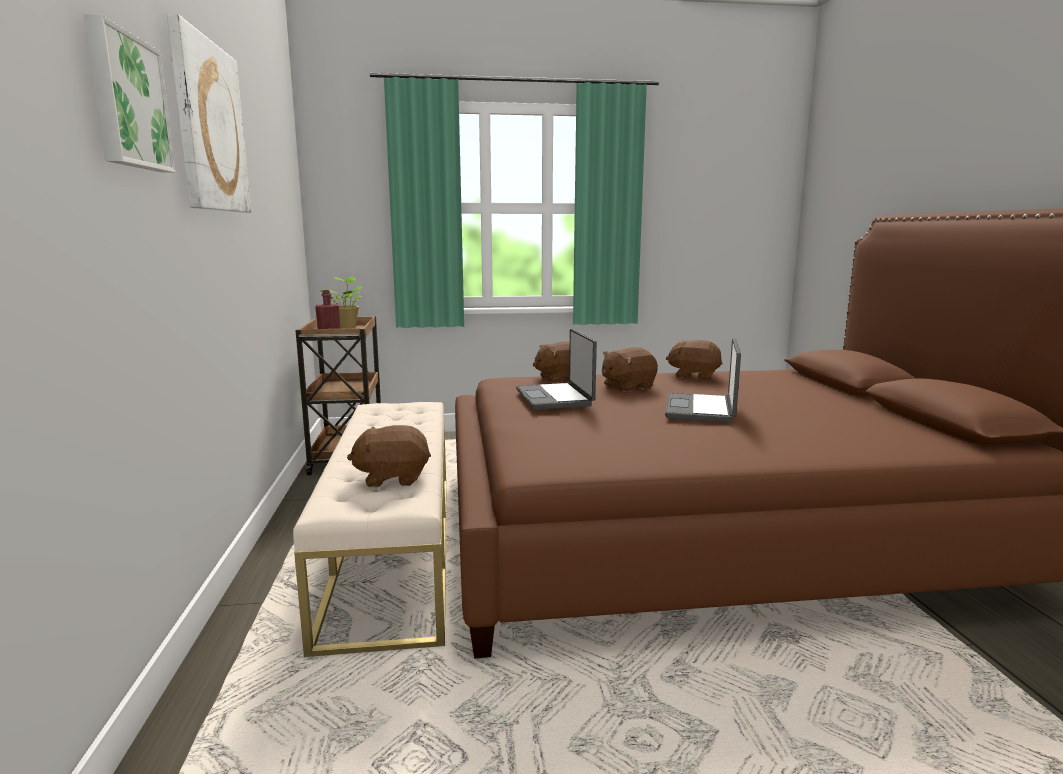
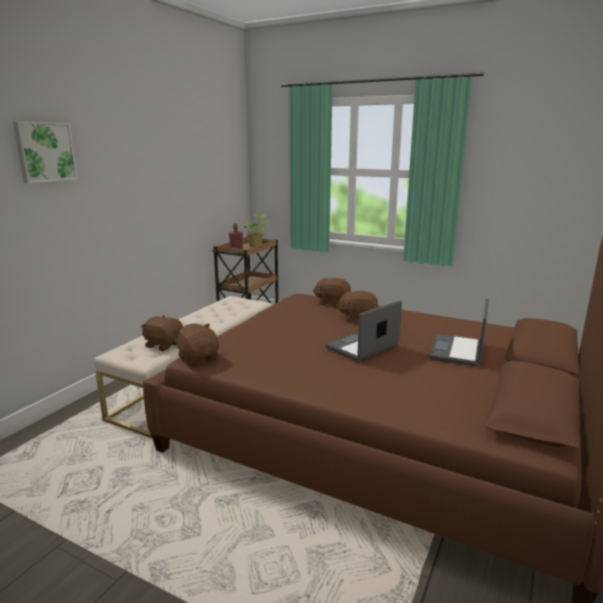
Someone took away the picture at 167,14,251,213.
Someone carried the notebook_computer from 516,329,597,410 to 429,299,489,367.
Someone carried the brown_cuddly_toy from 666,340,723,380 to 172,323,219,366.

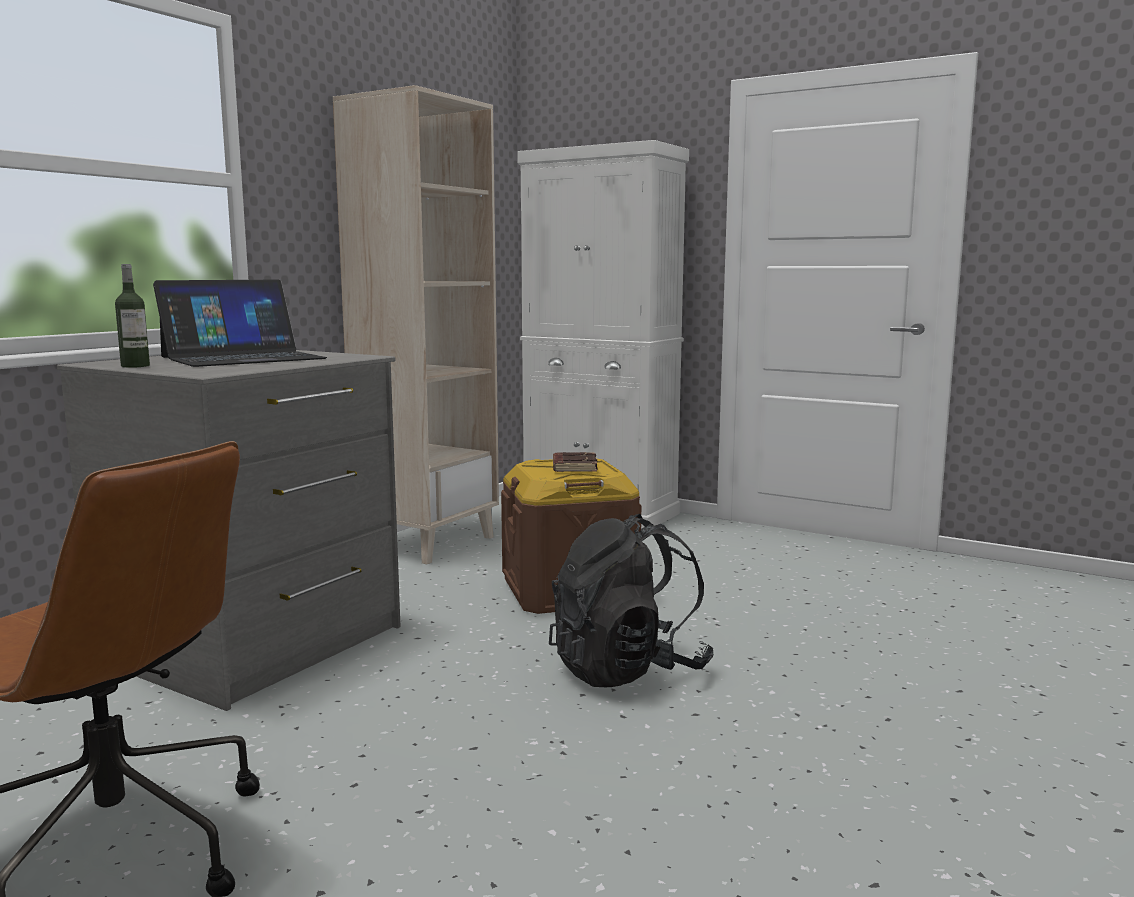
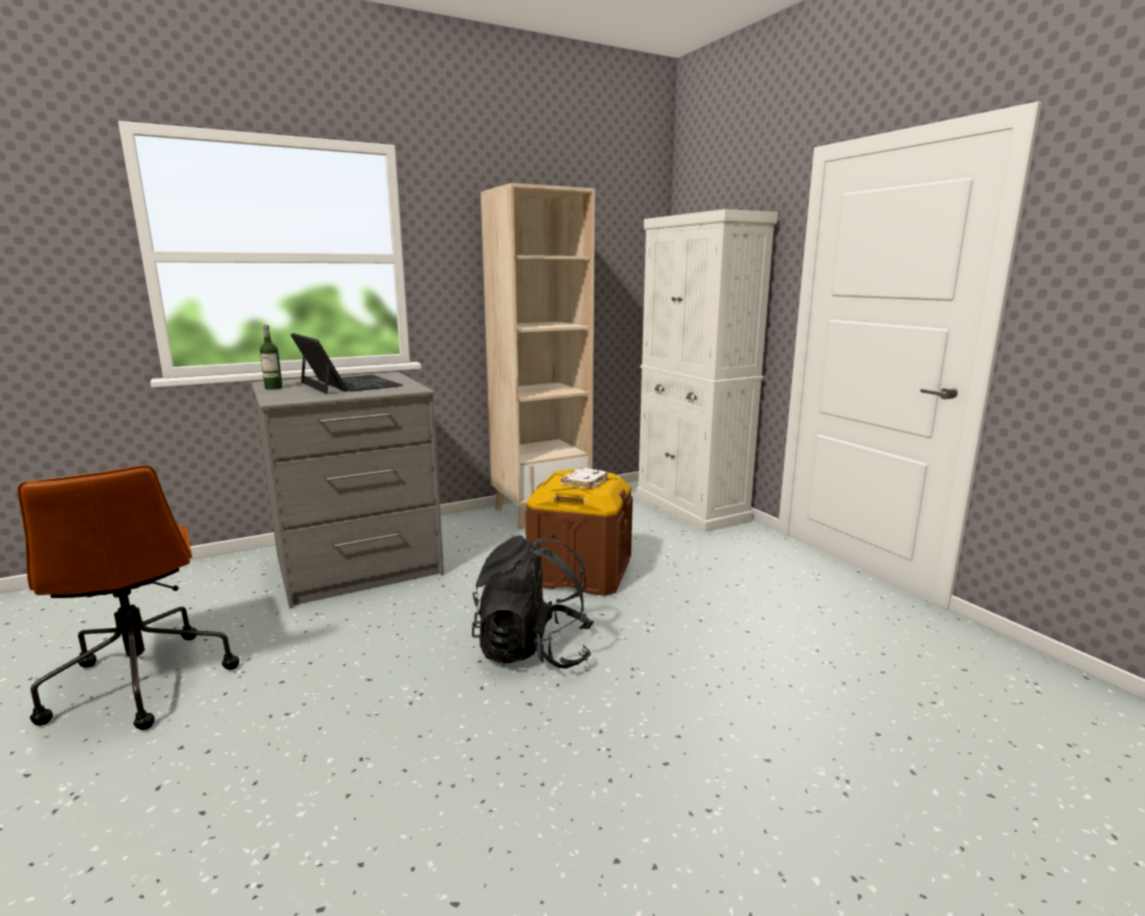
Someone rotated the notebook_computer at 153,280,327,367 by 120 degrees counterclockwise.
Someone repainted the brown_book at 553,452,598,472, which became the whitish_book at 561,468,608,489.

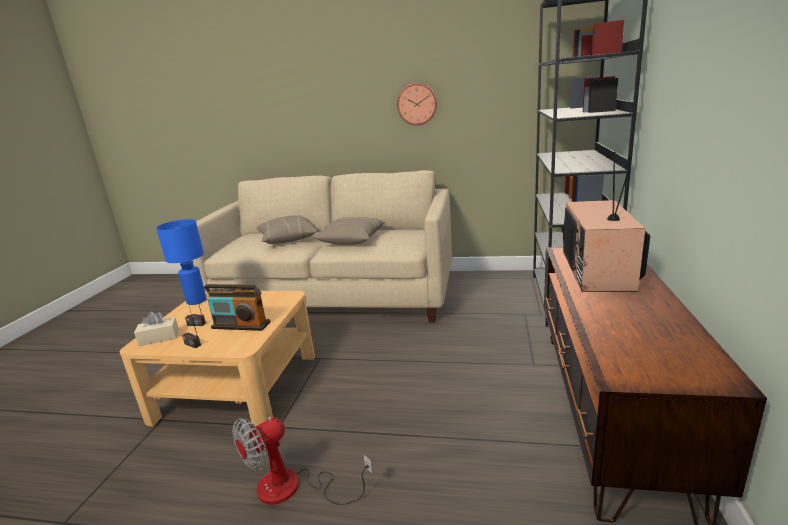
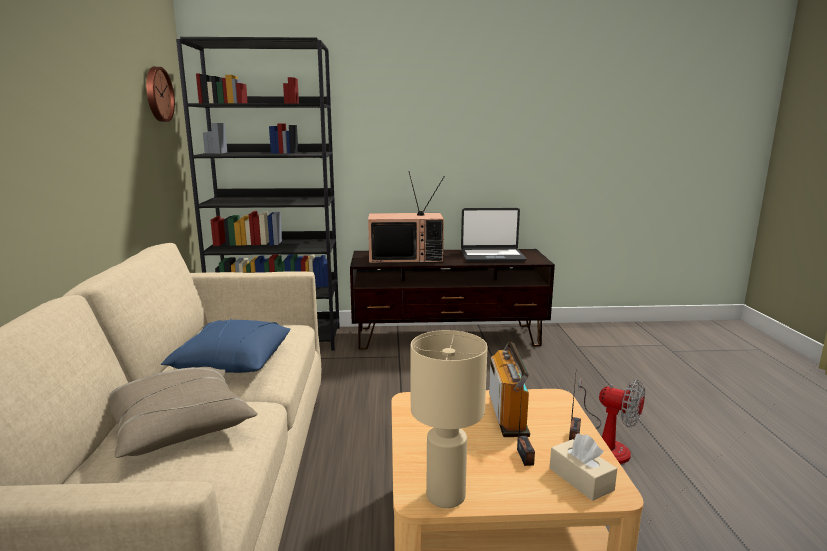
Someone repainted the blue-coloured_tabletop_lamp at 156,219,207,305, which became the beige_tabletop_lamp at 411,330,487,508.
Someone repainted the beige_cushion at 314,217,385,245, which became the blue-coloured_cushion at 161,319,291,373.
Someone carried the clock_on_the_wall from 397,83,437,125 to 146,67,175,122.
Someone put down the notebook_computer at 461,208,527,262.

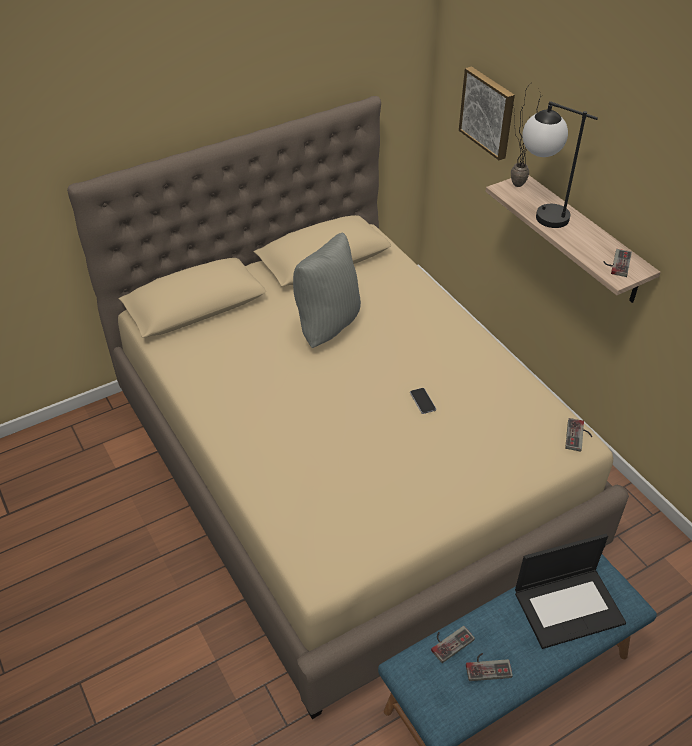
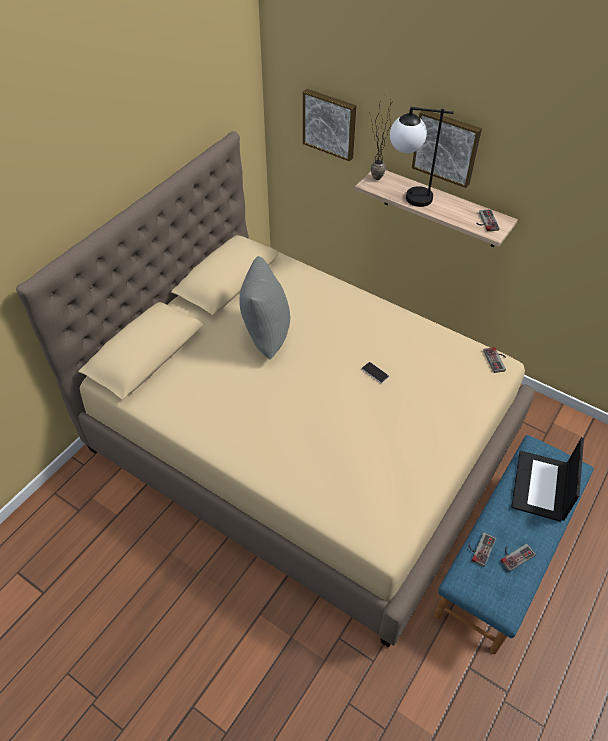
Someone rotated the notebook_computer at 515,534,626,649 by 150 degrees clockwise.
Someone put up the picture at 412,111,482,188.

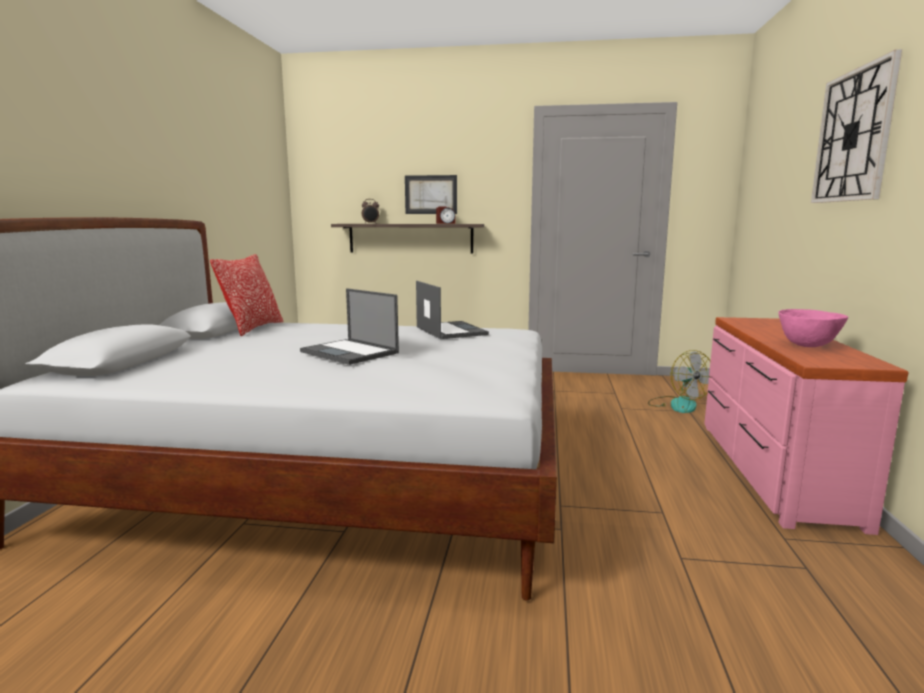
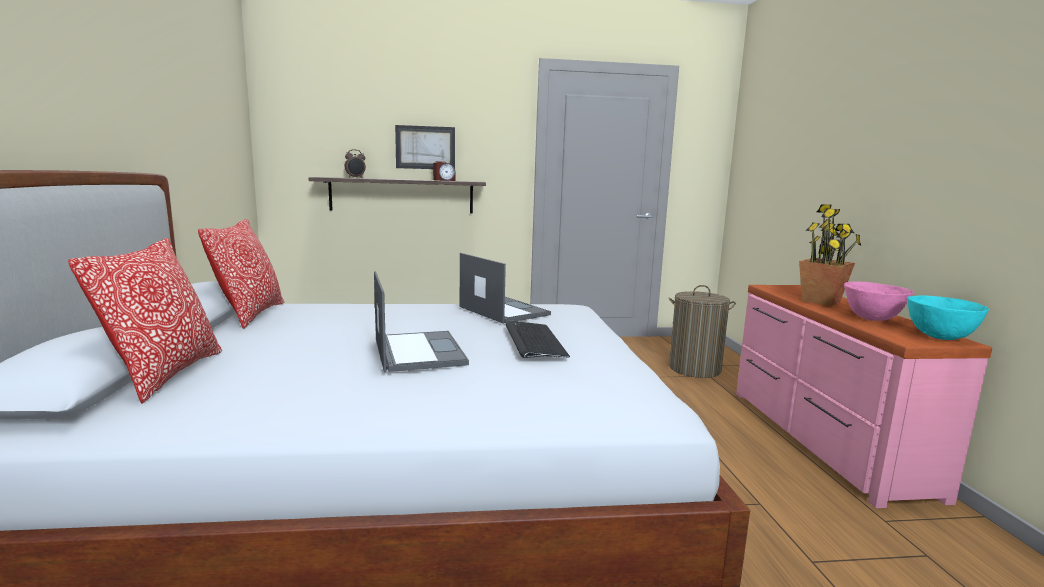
Someone rotated the notebook_computer at 300,288,399,365 by 135 degrees counterclockwise.
Someone swapped the cooling_fan at 648,350,711,413 for the washing_basket at 668,285,736,378.
Someone took away the clock_on_the_wall at 811,49,902,203.
Someone put down the cushion at 68,238,222,404.
Someone put down the PC_keyboard at 506,321,570,358.
Someone put down the plant_in_a_pot at 799,204,861,306.
Someone put down the blue-green_bowl at 907,295,989,340.

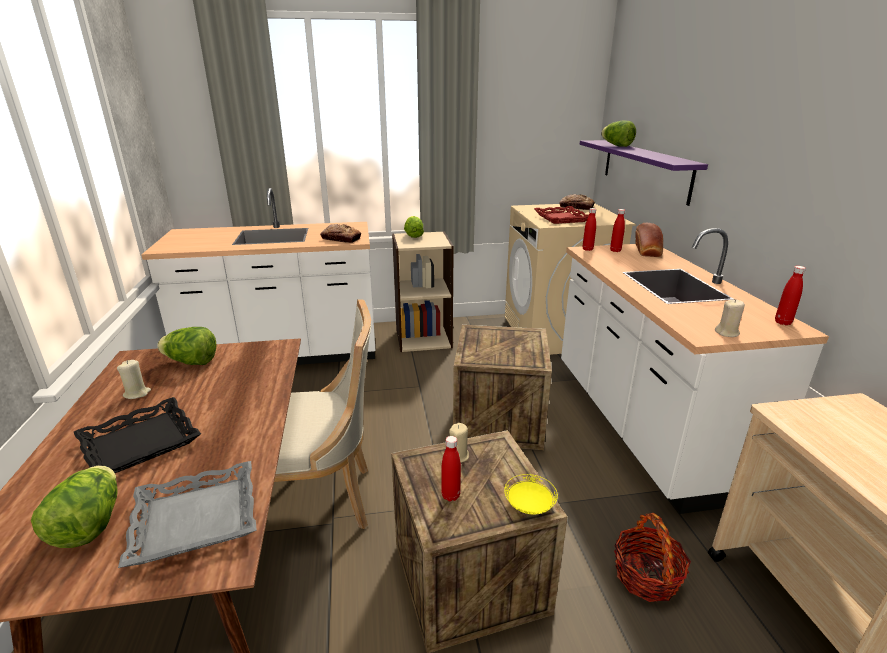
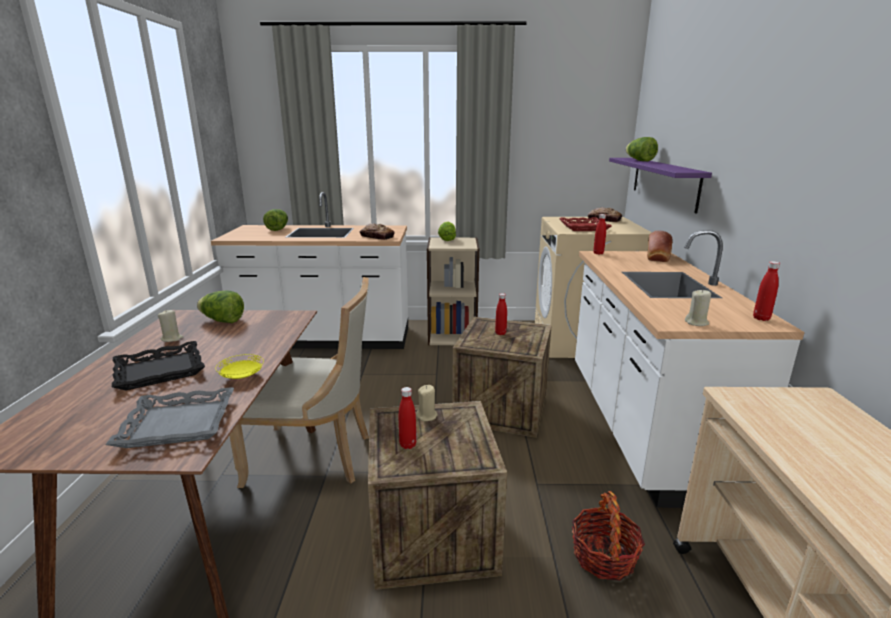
Someone carried the head_of_lettuce from 31,465,117,548 to 263,209,288,231.
Someone carried the yellow-coloured_plate from 504,474,558,515 to 215,354,264,379.
Someone carried the red-coloured_beverage_bottle from 610,209,625,252 to 495,293,507,335.

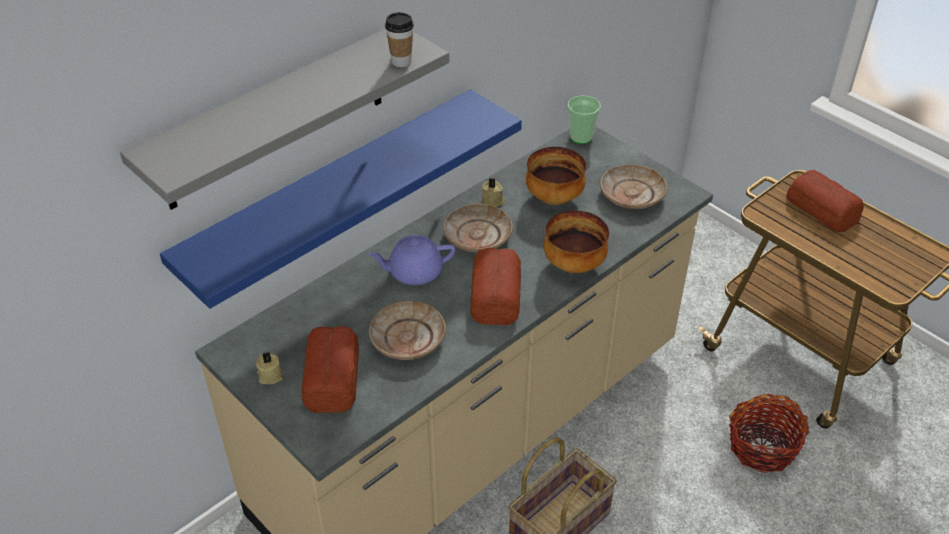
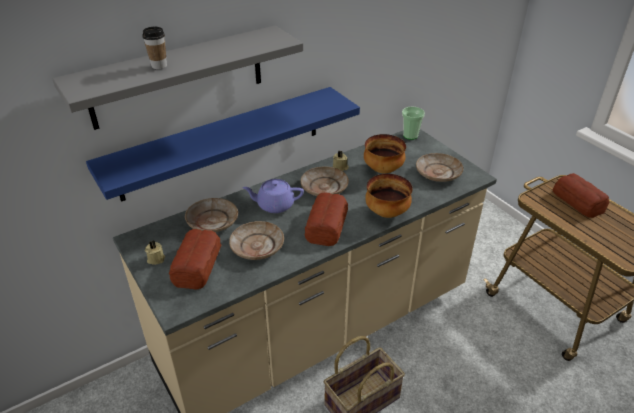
Someone carried the small_cup from 385,12,414,67 to 142,27,167,69.
Someone took away the household_basket at 729,394,809,473.
Someone put down the beige_plate at 185,198,238,232.

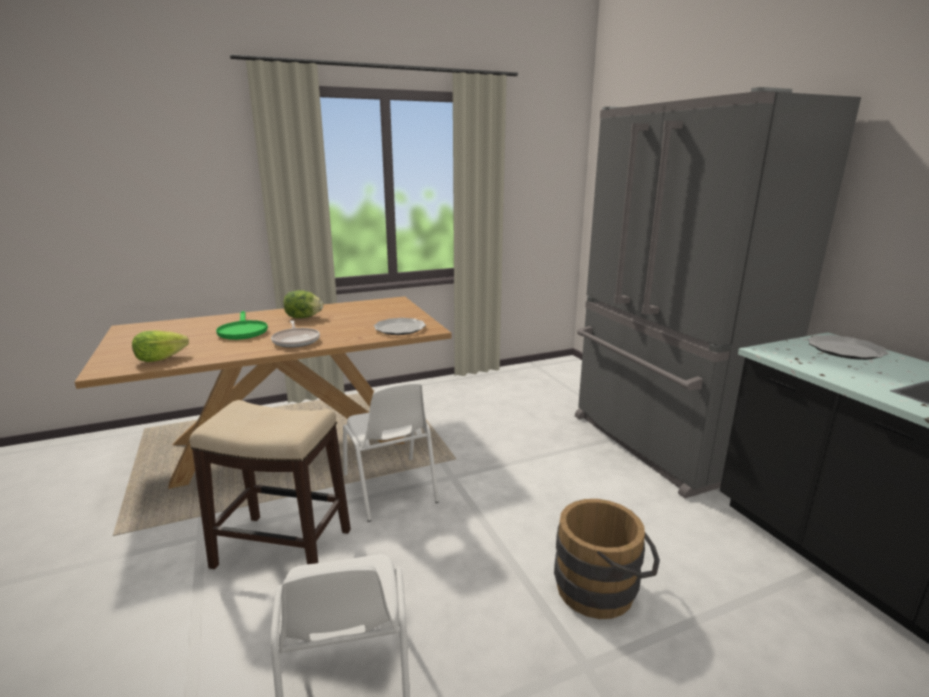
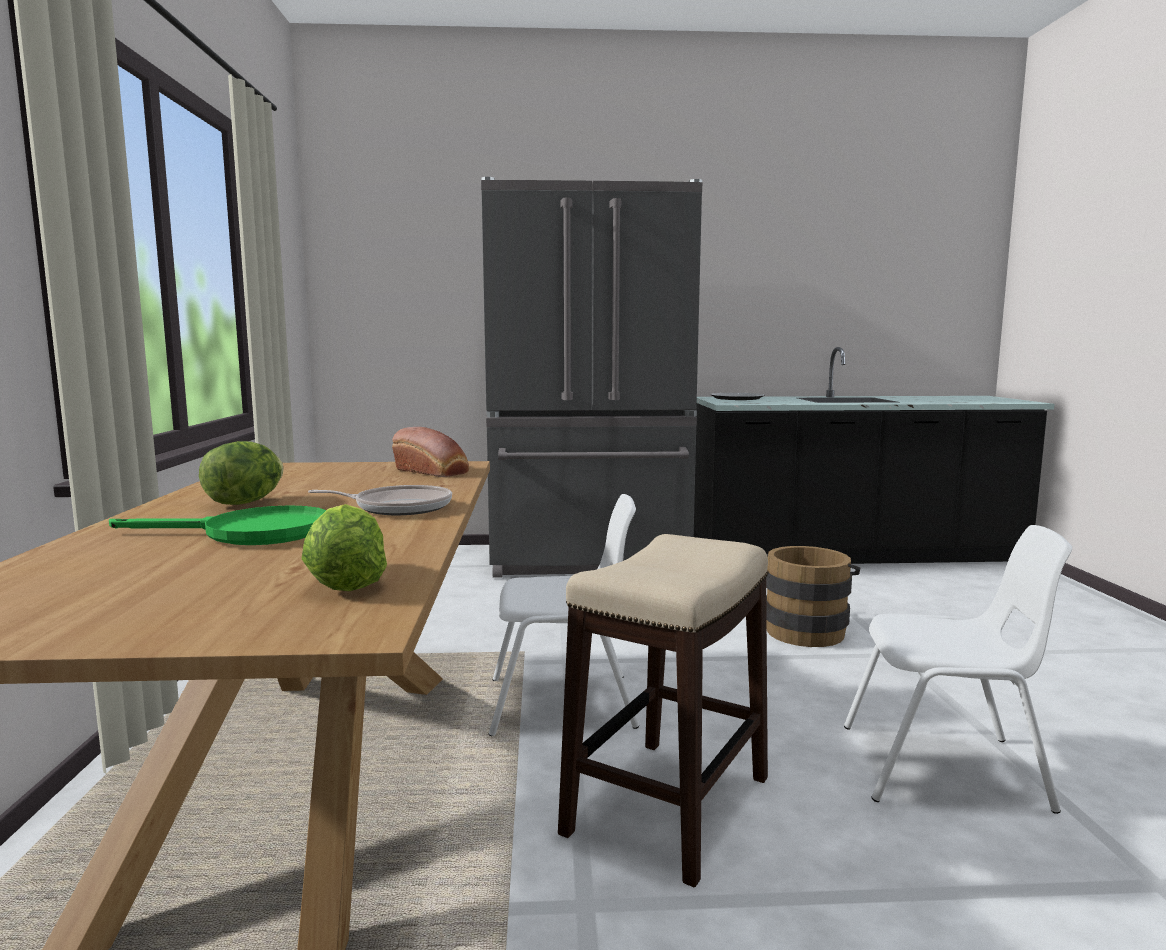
Someone swapped the plate at 374,318,426,335 for the bakery_bread at 392,427,469,477.

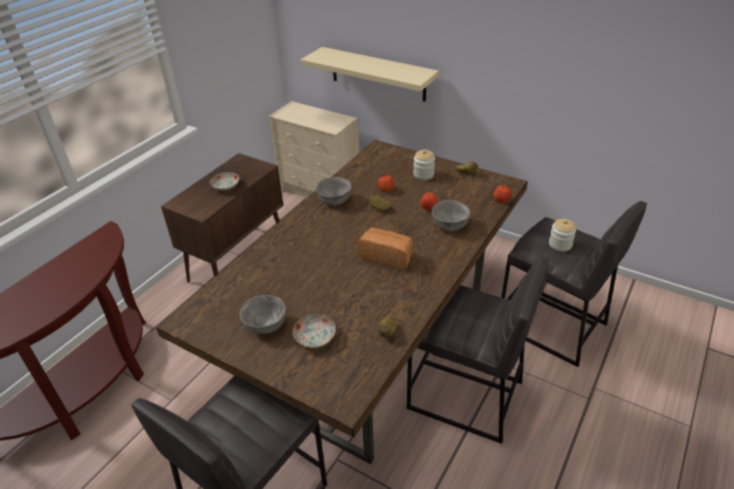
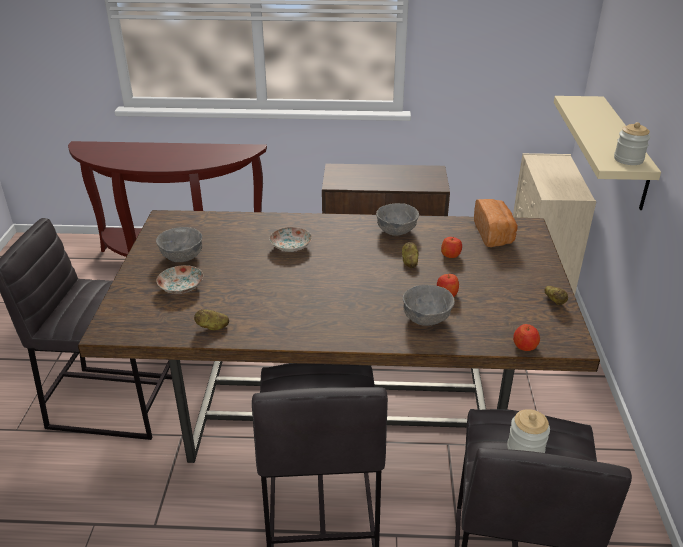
Someone carried the plate from 209,172,239,190 to 269,227,312,252.
Someone carried the bakery_bread from 357,228,413,270 to 474,199,518,247.
Someone carried the preserve_jar from 413,149,435,180 to 614,122,650,165.

